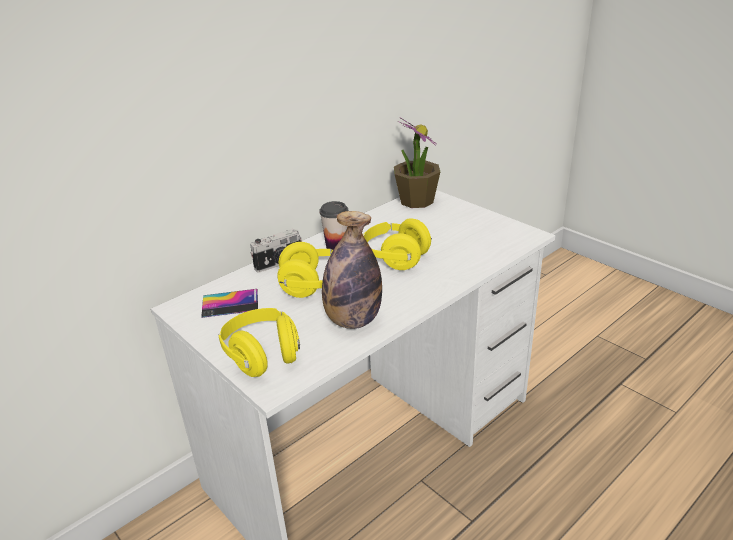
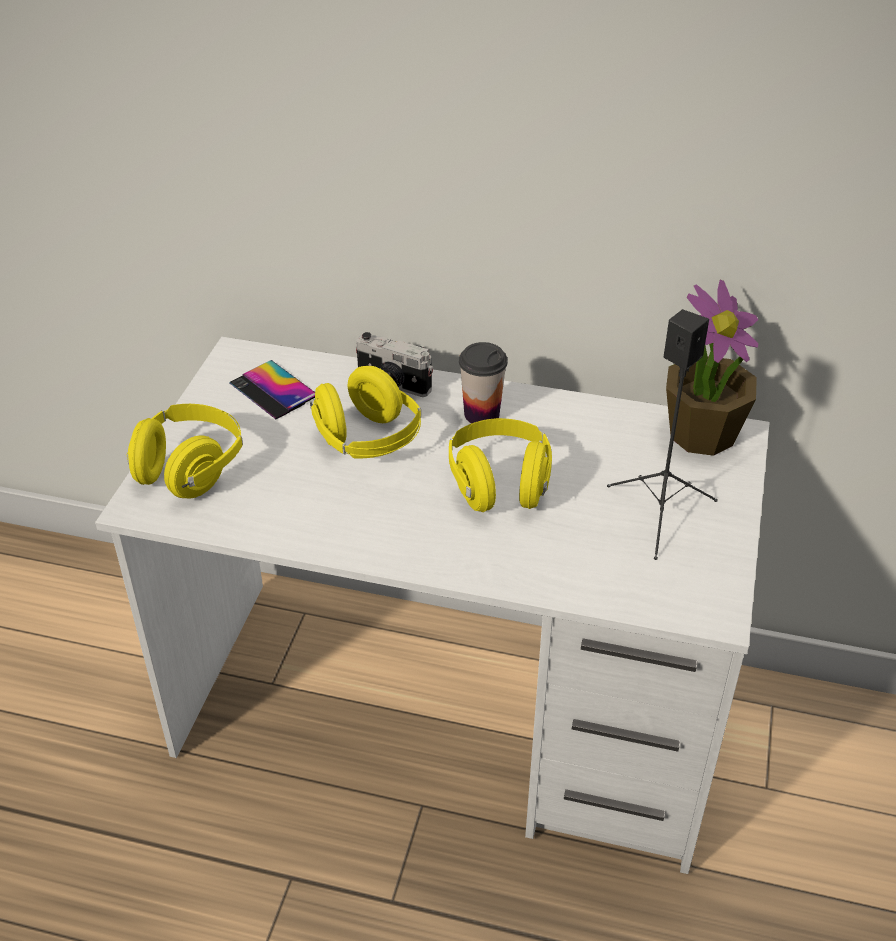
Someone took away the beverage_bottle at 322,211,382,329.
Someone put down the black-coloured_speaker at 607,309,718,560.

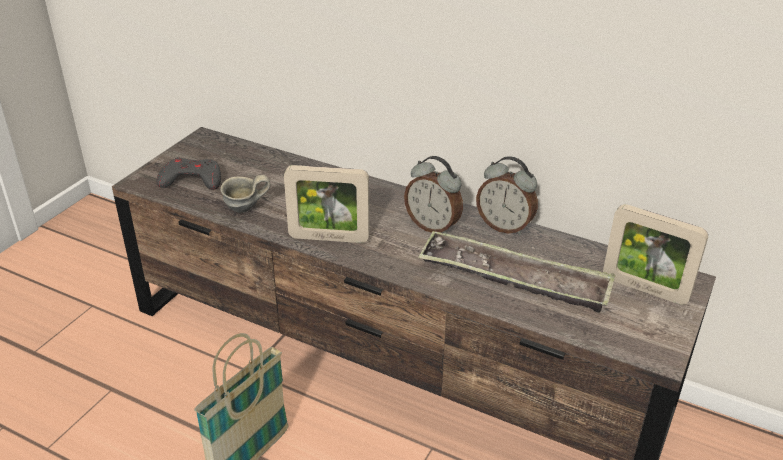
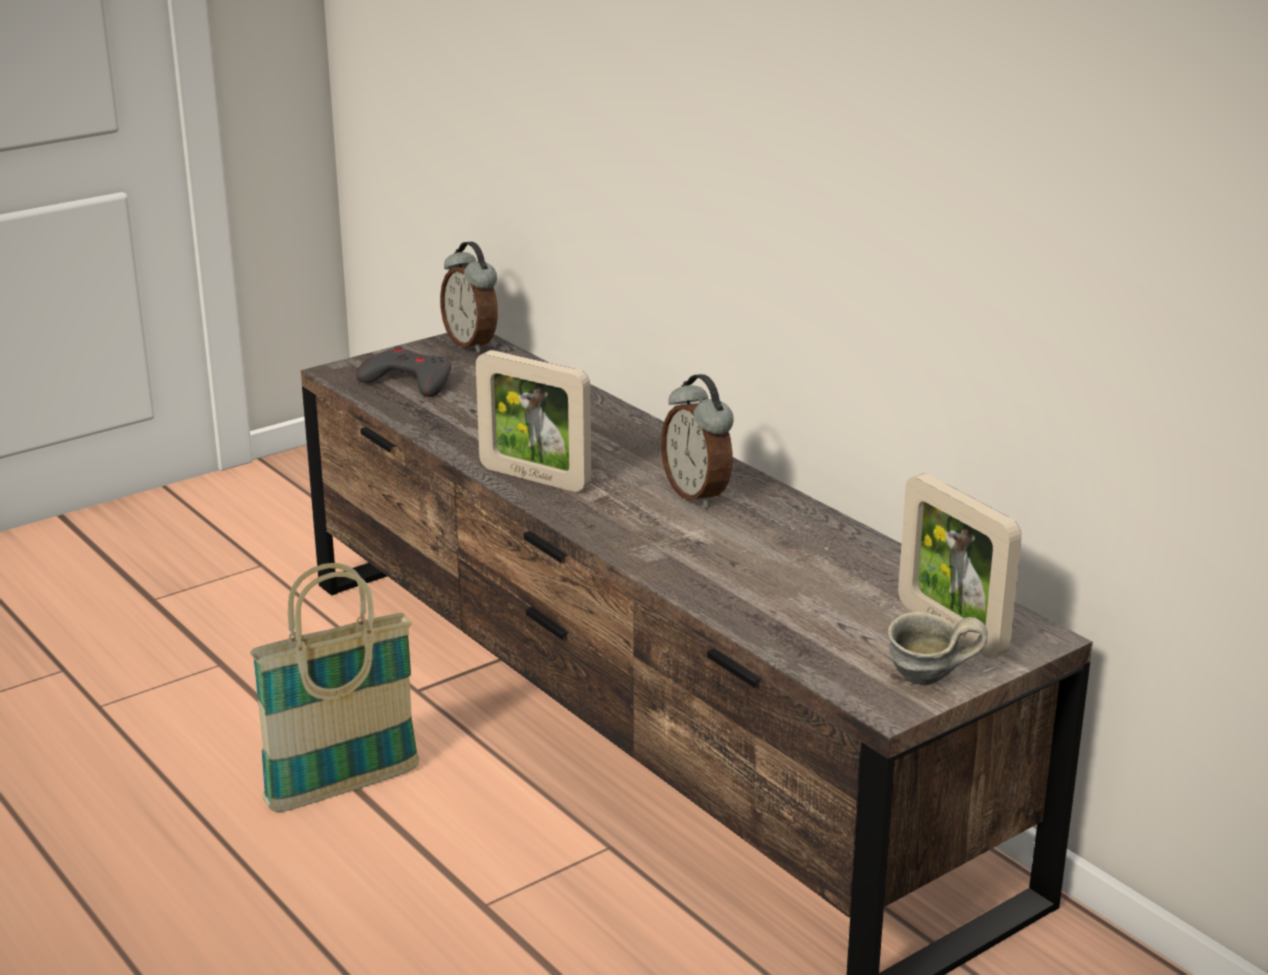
Someone carried the gray_coffee_mug from 220,175,270,213 to 888,612,988,685.
Someone took away the carrying_tray at 418,230,615,313.
Someone carried the bedside_clock from 476,156,538,235 to 440,242,498,353.

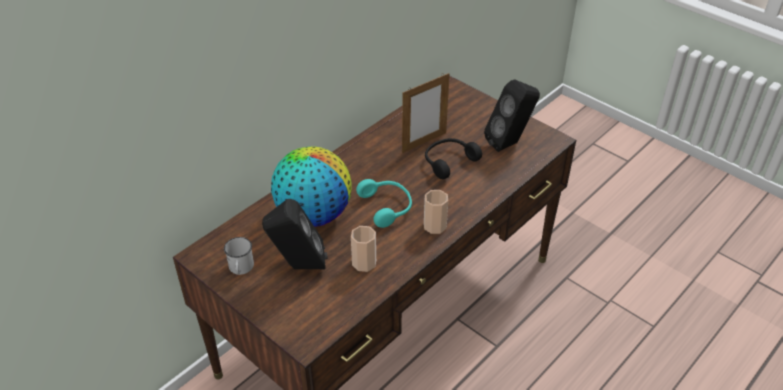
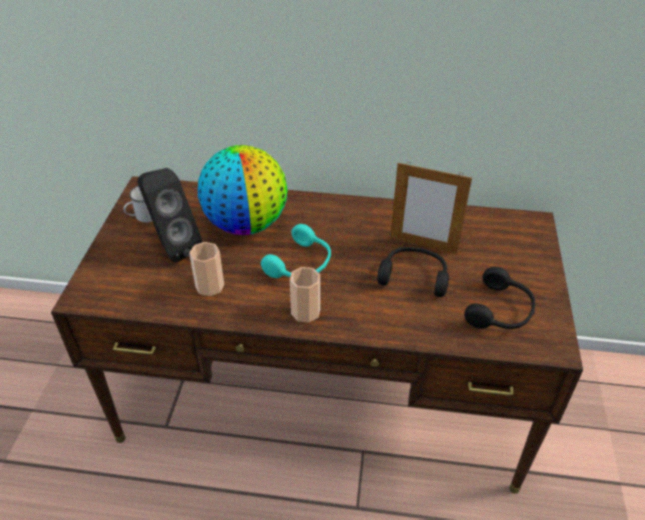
Someone swapped the black-coloured_speaker at 484,79,540,152 for the black-coloured_headset at 464,267,535,329.

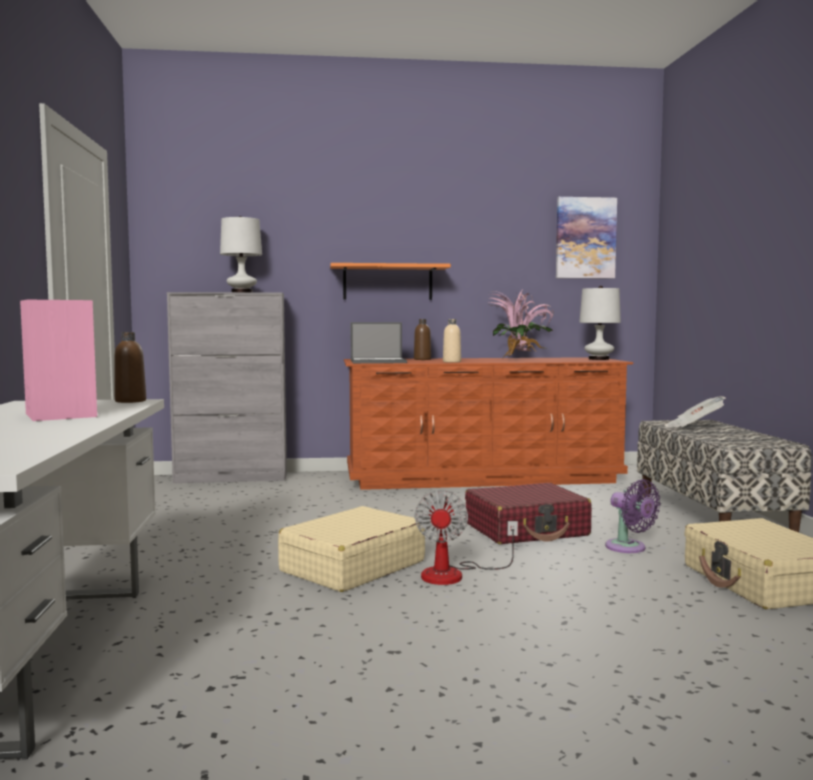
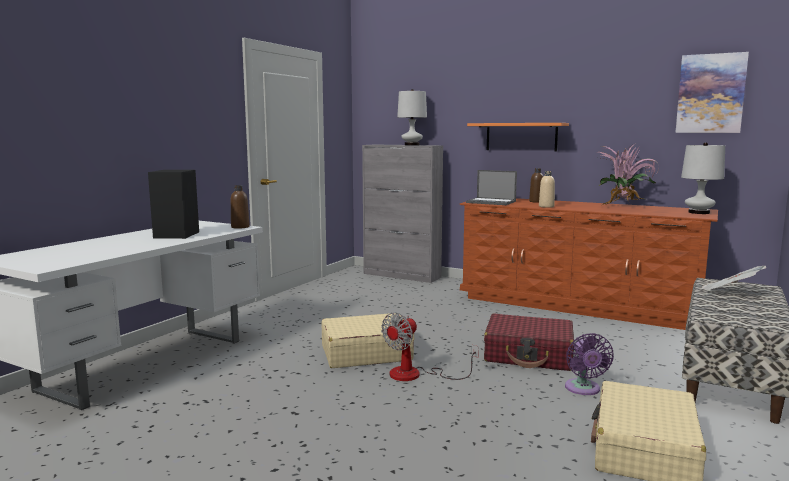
Someone repainted the pinkish_speaker at 20,300,97,421, which became the black-coloured_speaker at 148,170,199,239.

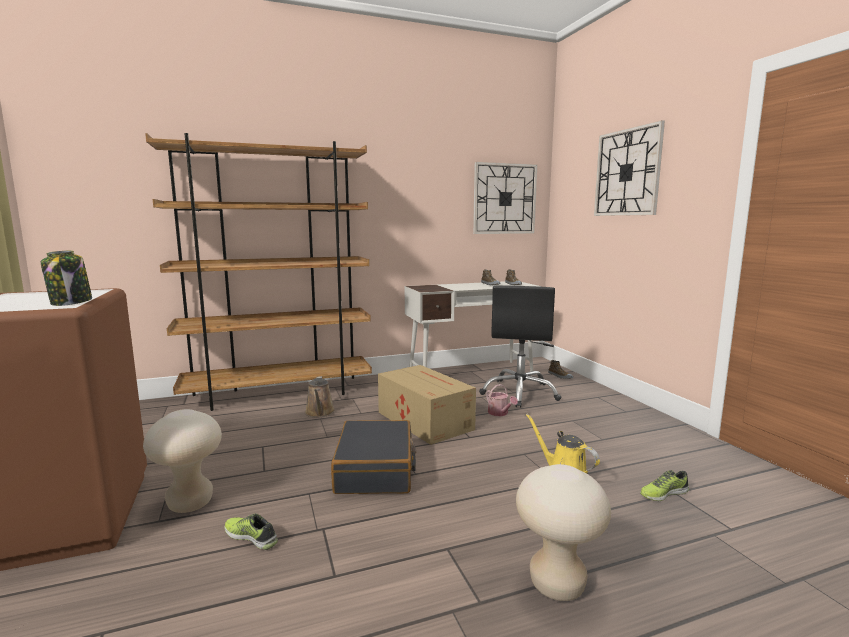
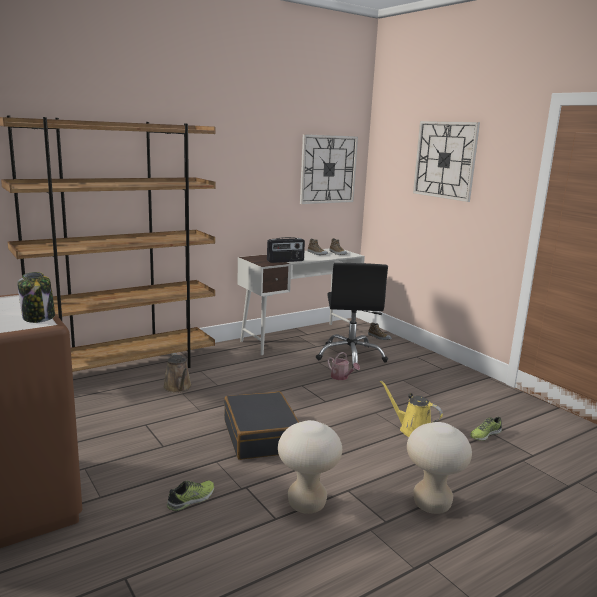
Someone carried the beige_stool from 143,409,222,513 to 278,420,342,514.
Someone rotated the shoe at 224,513,278,550 by 120 degrees clockwise.
Someone took away the packing_box at 378,365,476,445.
Someone put down the radio_set at 267,237,305,263.

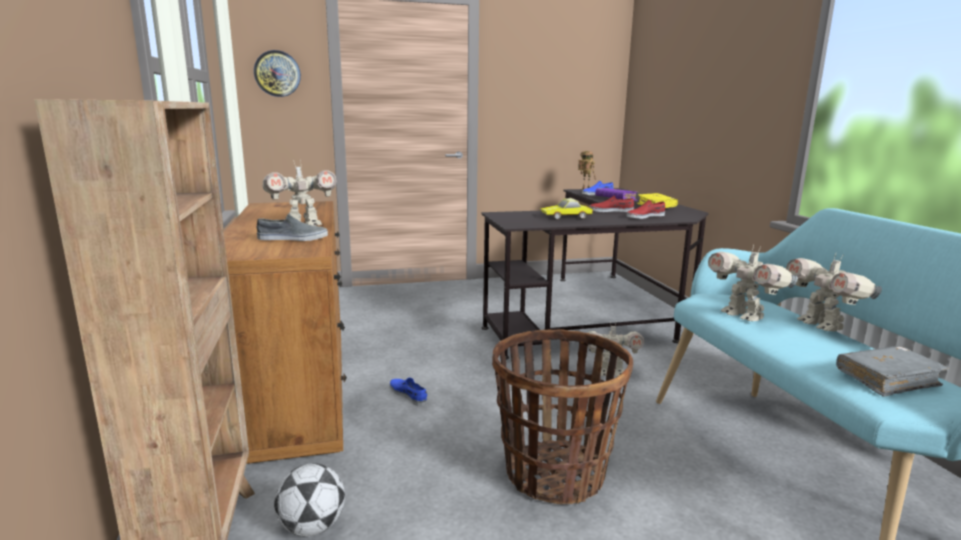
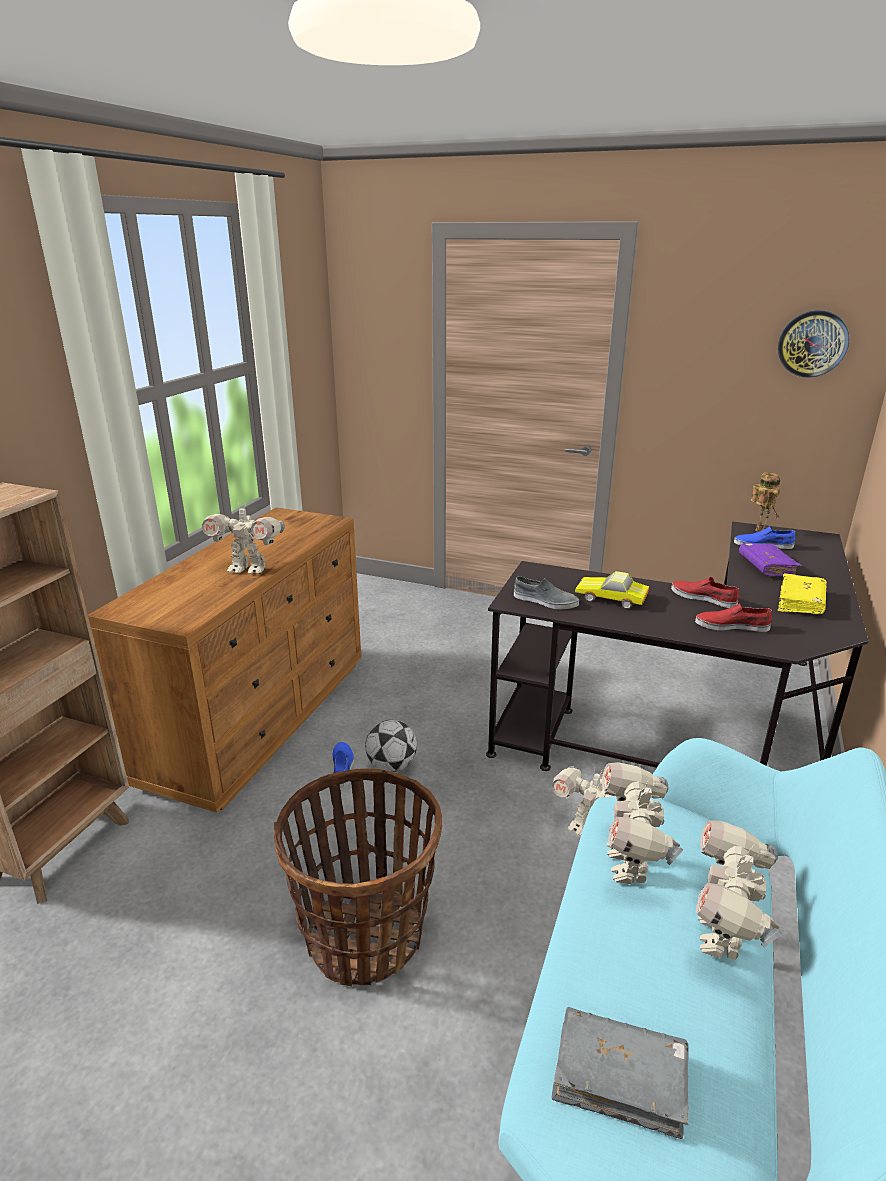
Someone carried the clock_on_the_wall from 254,50,301,97 to 778,310,849,378.
Someone carried the gray_shoe from 256,214,328,241 to 514,576,579,609.
Someone carried the ball_for_football from 274,463,345,537 to 365,720,417,772.

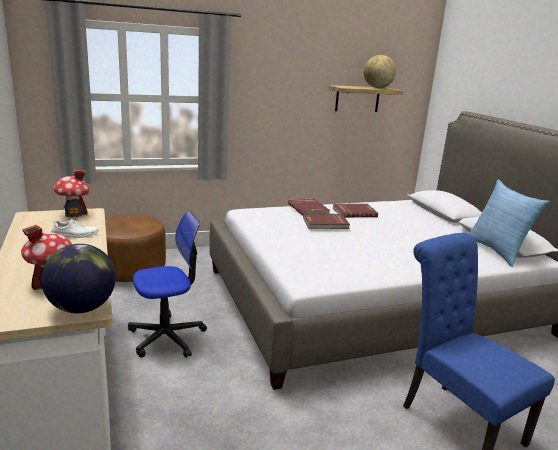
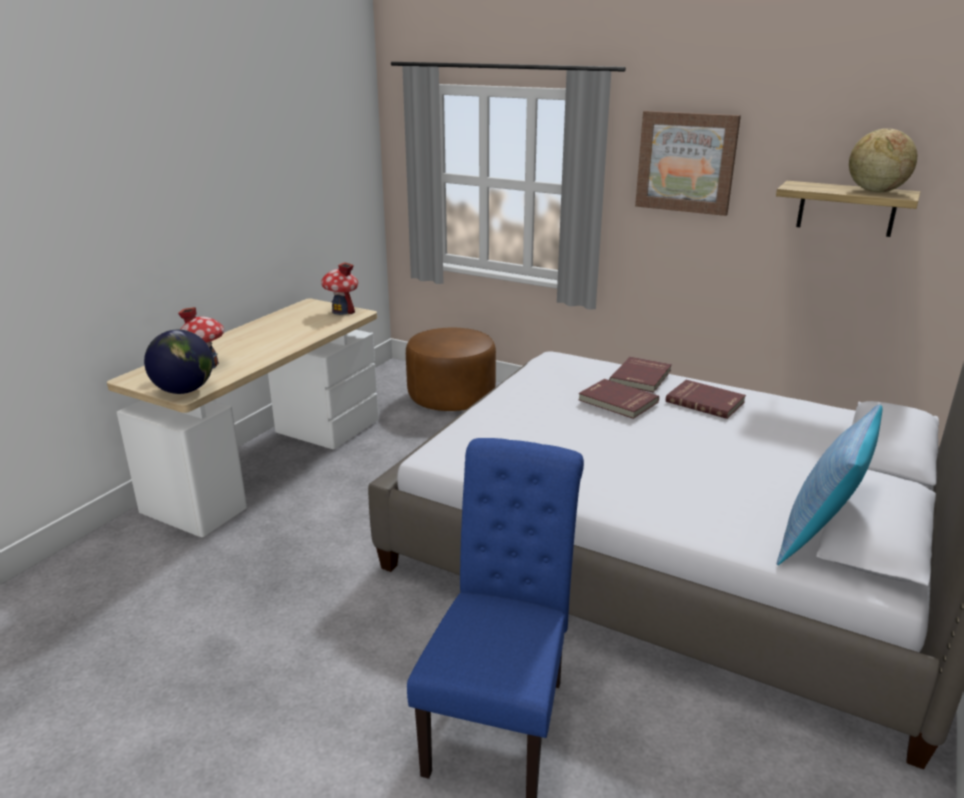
Someone took away the whitish_shoe at 51,219,98,238.
Someone took away the office_chair at 128,211,207,358.
Someone put up the picture at 635,111,741,216.

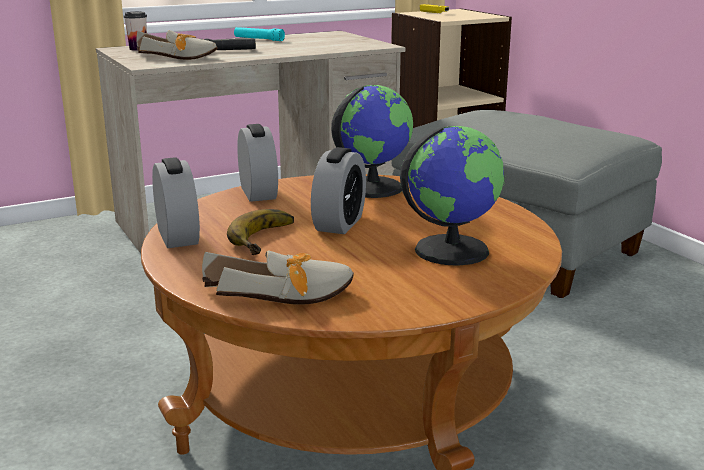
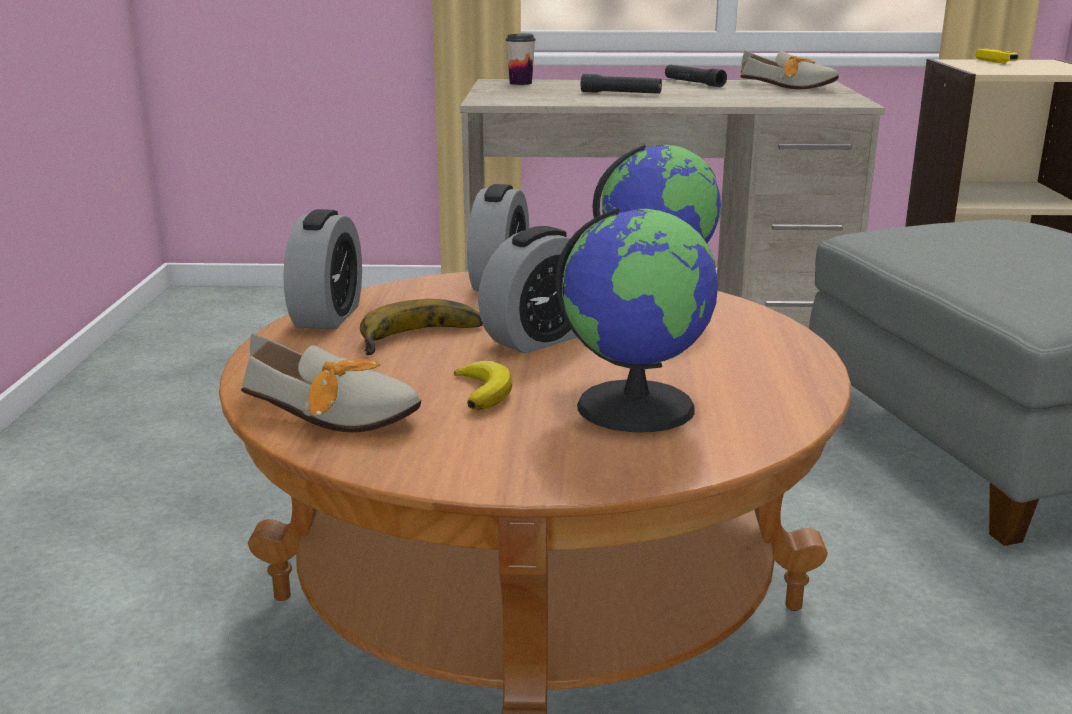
Someone carried the shoe from 136,30,218,60 to 741,50,839,89.
Someone repainted the blue-green_torch at 234,27,285,41, which became the black-coloured_torch at 665,65,727,87.
Someone put down the banana at 454,361,512,410.

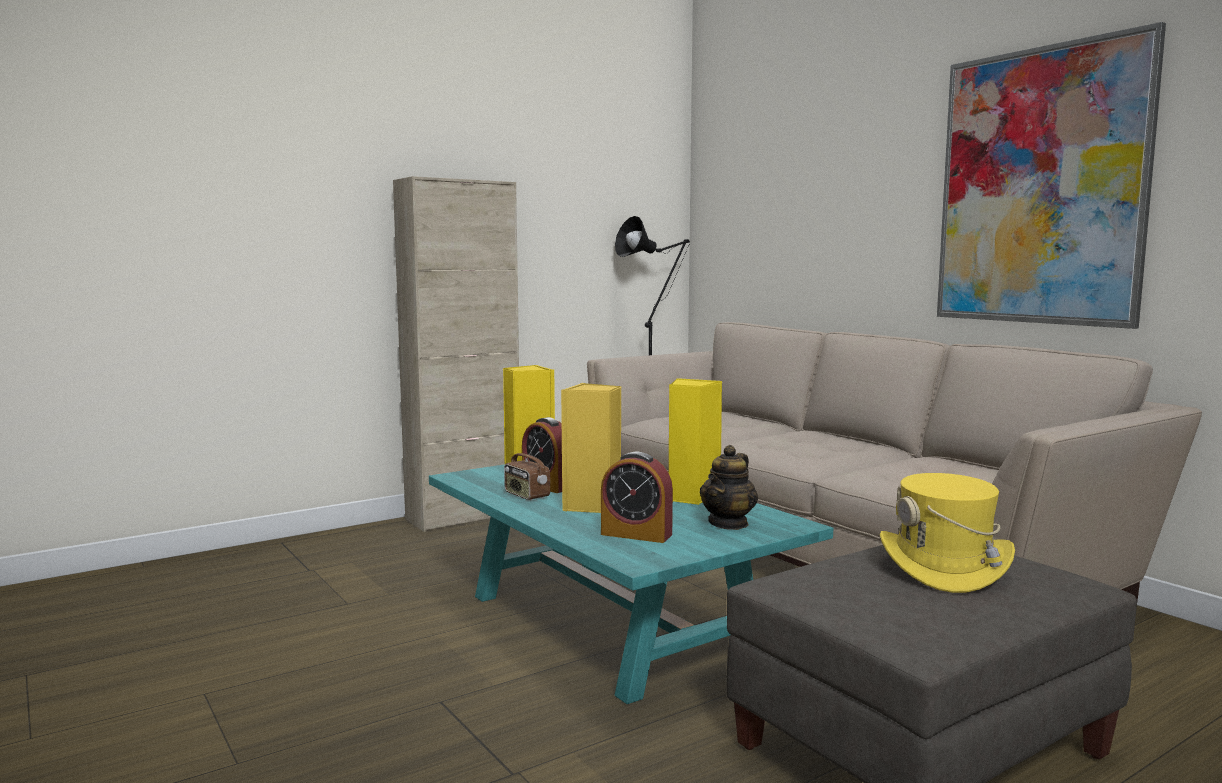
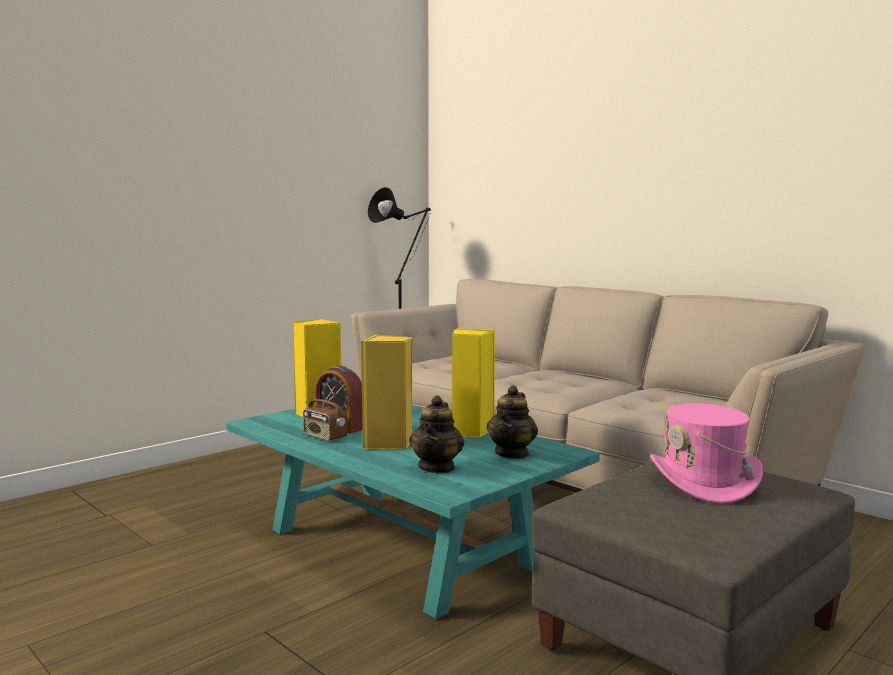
Someone took away the beige_cabinet at 393,176,519,532.
Someone swapped the bedside_clock at 601,452,673,543 for the pot_for_tea at 409,395,464,474.
Someone repainted the yellow-coloured_clothing_hat at 880,473,1015,593, which became the pinkish_clothing_hat at 650,403,763,504.
Someone took away the picture at 937,22,1166,329.

